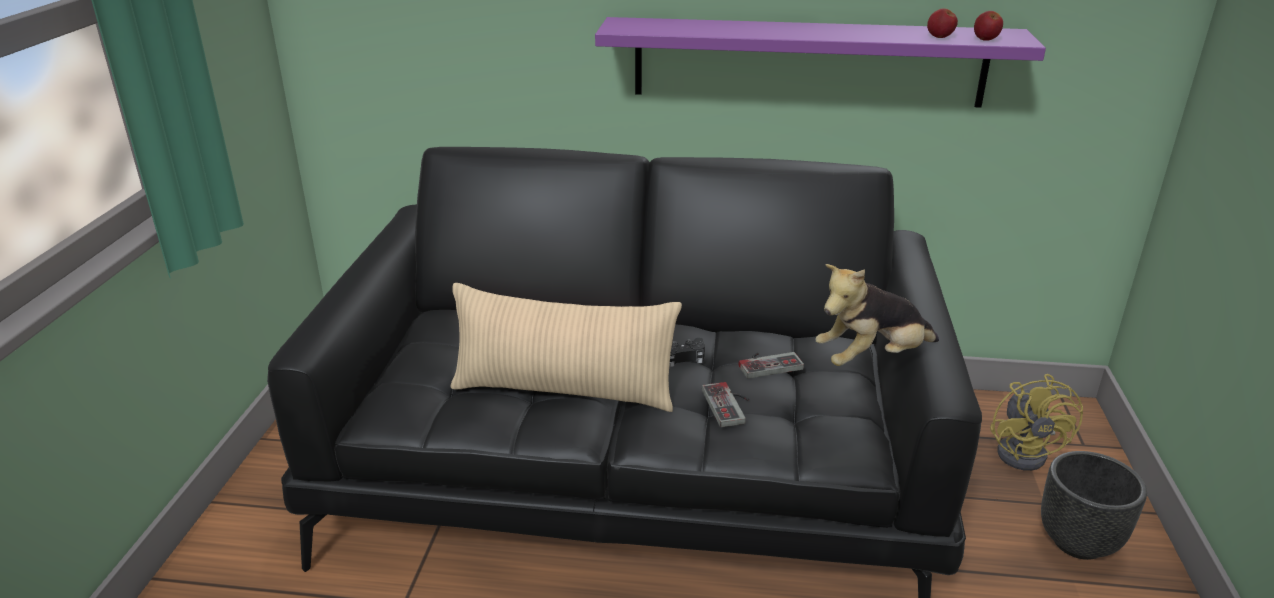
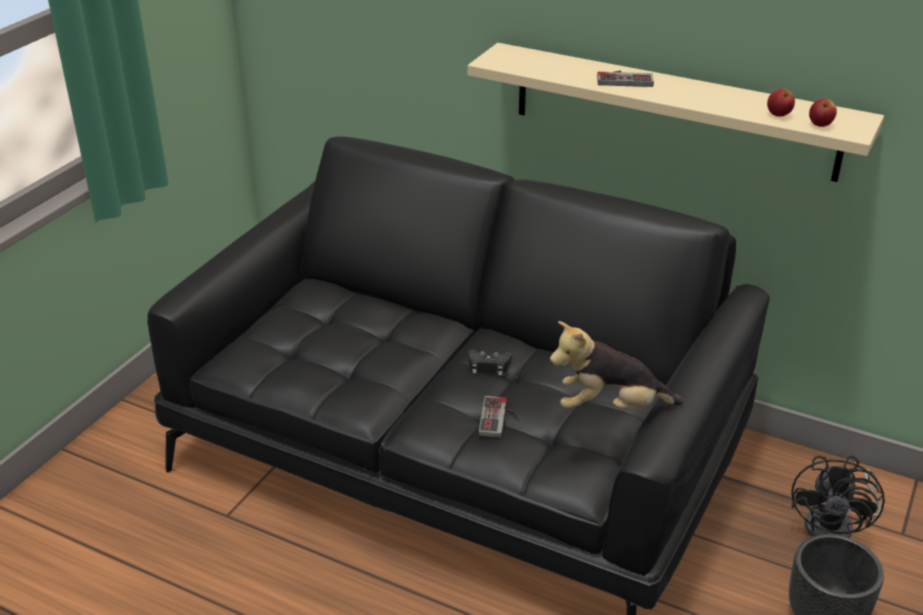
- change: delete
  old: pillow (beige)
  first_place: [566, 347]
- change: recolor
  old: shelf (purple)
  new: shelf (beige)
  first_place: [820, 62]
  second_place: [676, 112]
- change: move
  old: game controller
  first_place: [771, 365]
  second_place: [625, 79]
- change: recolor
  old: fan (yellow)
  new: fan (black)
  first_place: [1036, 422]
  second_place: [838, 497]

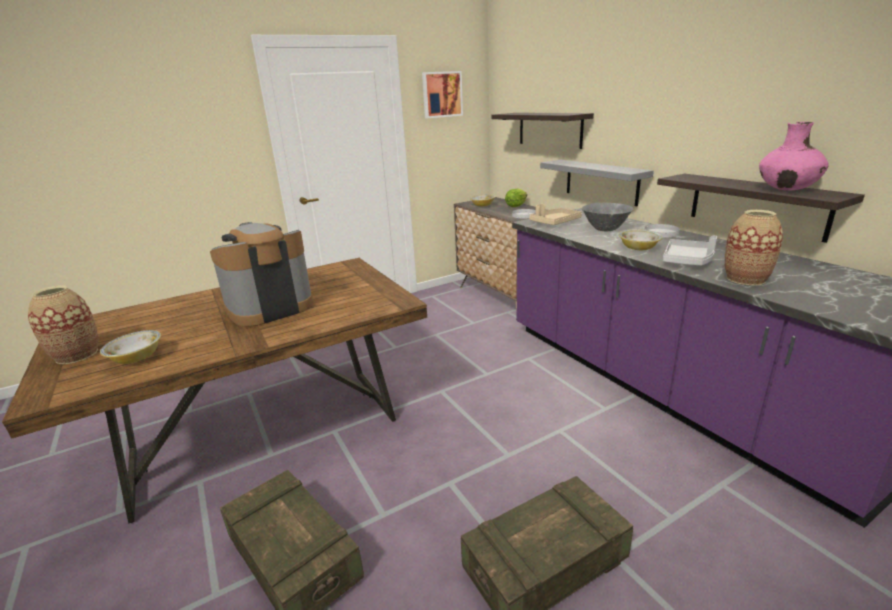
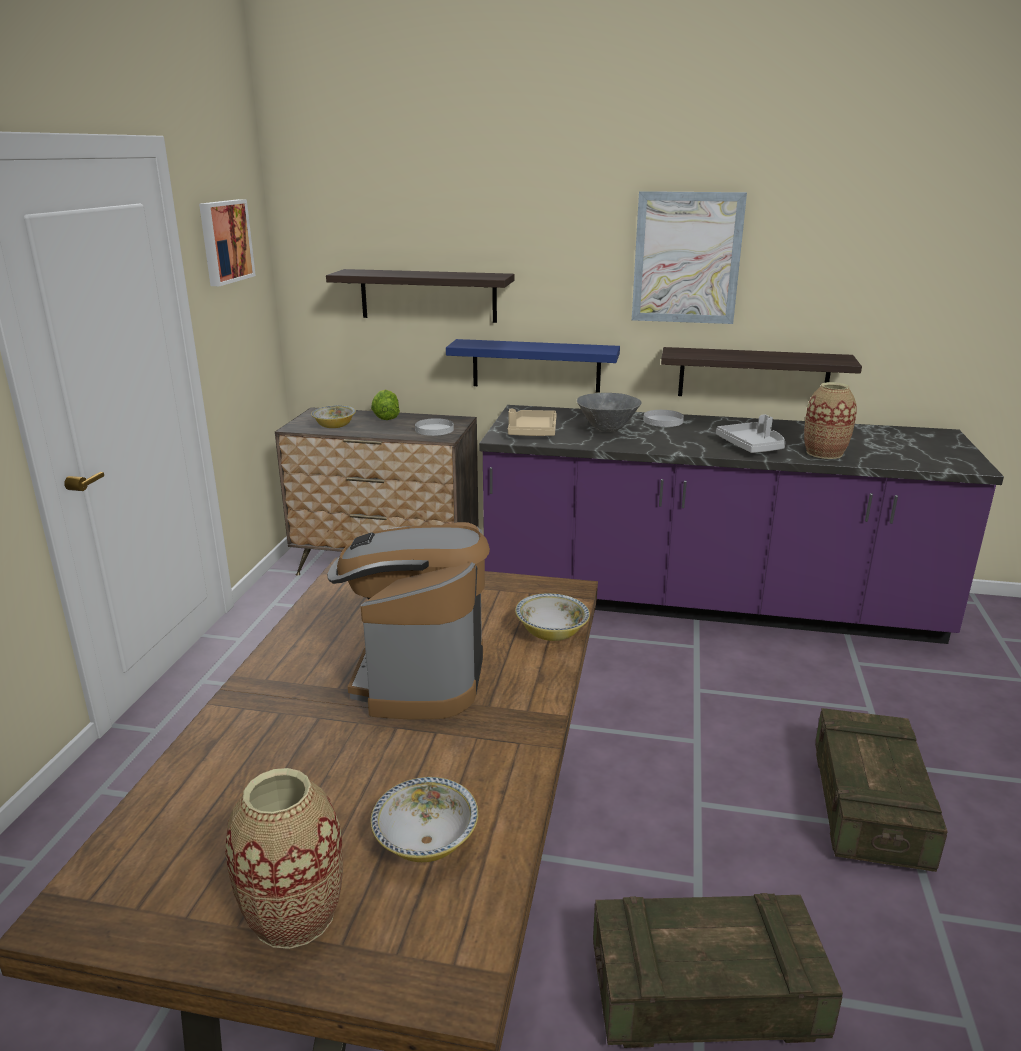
- change: recolor
  old: shelf (grey)
  new: shelf (blue)
  first_place: [597, 183]
  second_place: [533, 366]
- change: move
  old: bowl
  first_place: [640, 239]
  second_place: [552, 617]
- change: delete
  old: vase (pink)
  first_place: [794, 156]
- change: insert
  new: picture
  second_place: [689, 257]

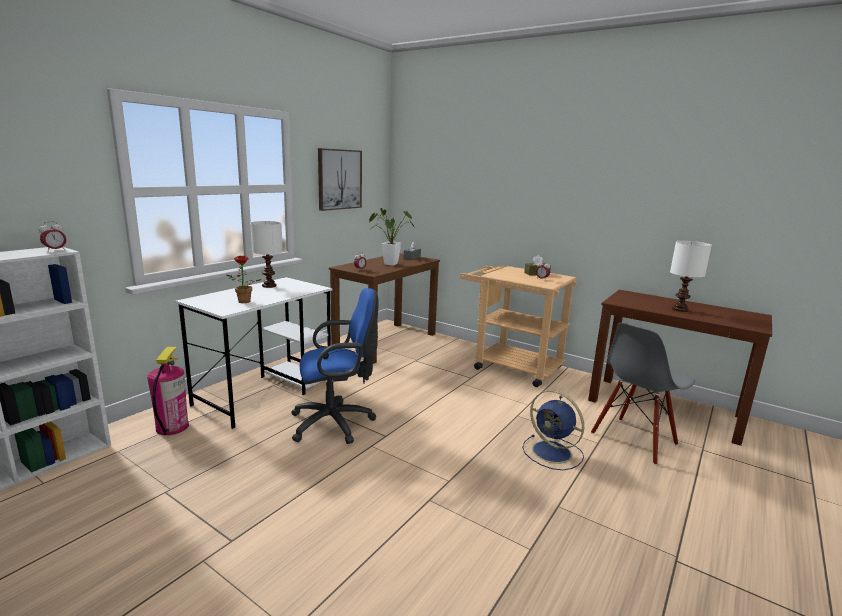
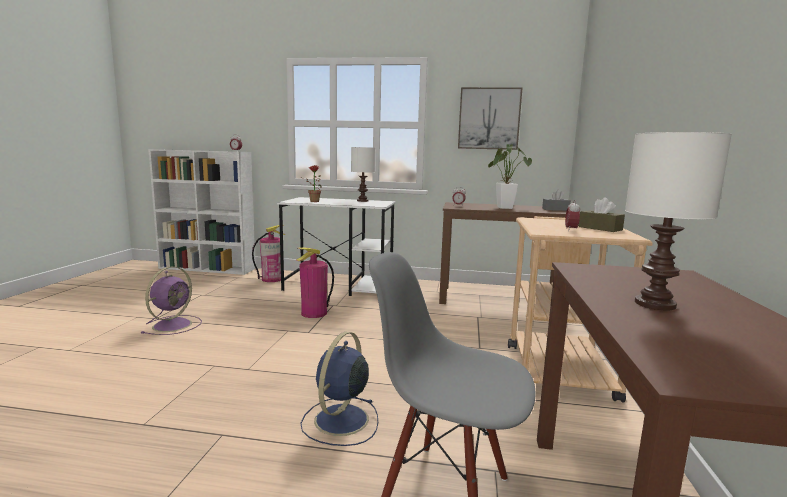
- change: replace
  old: office chair (blue)
  new: fire extinguisher
  first_place: [335, 366]
  second_place: [315, 282]
- change: insert
  new: fan (purple)
  second_place: [171, 301]

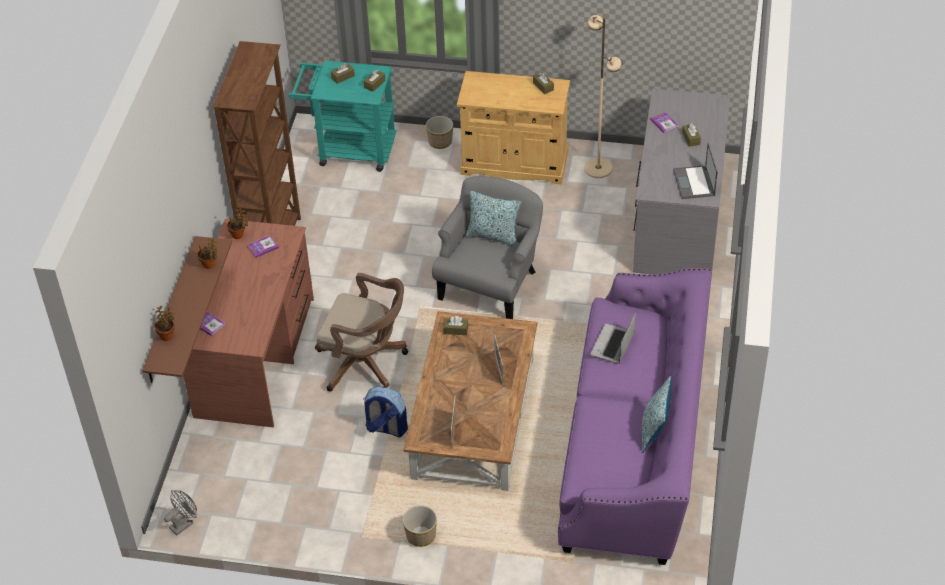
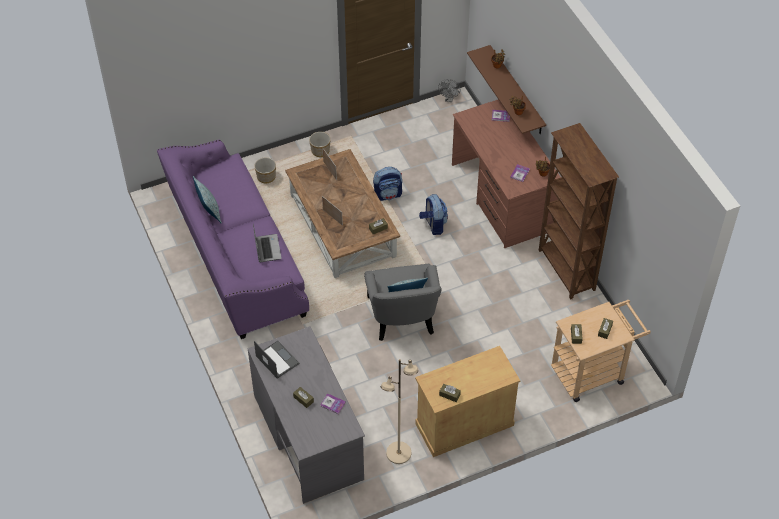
- change: recolor
  old: cart (turquoise)
  new: cart (beige)
  first_place: [342, 116]
  second_place: [601, 351]
- change: replace
  old: office chair (brown)
  new: backpack
  first_place: [361, 332]
  second_place: [433, 214]
- change: move
  old: planter
  first_place: [439, 132]
  second_place: [265, 170]

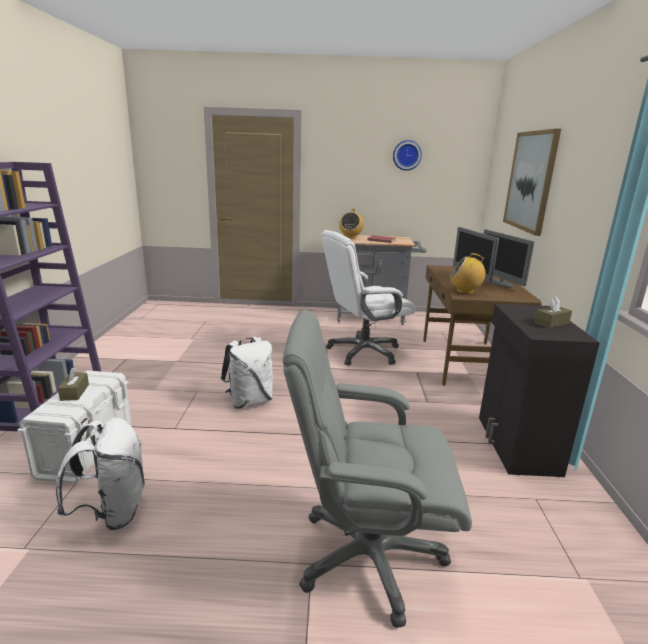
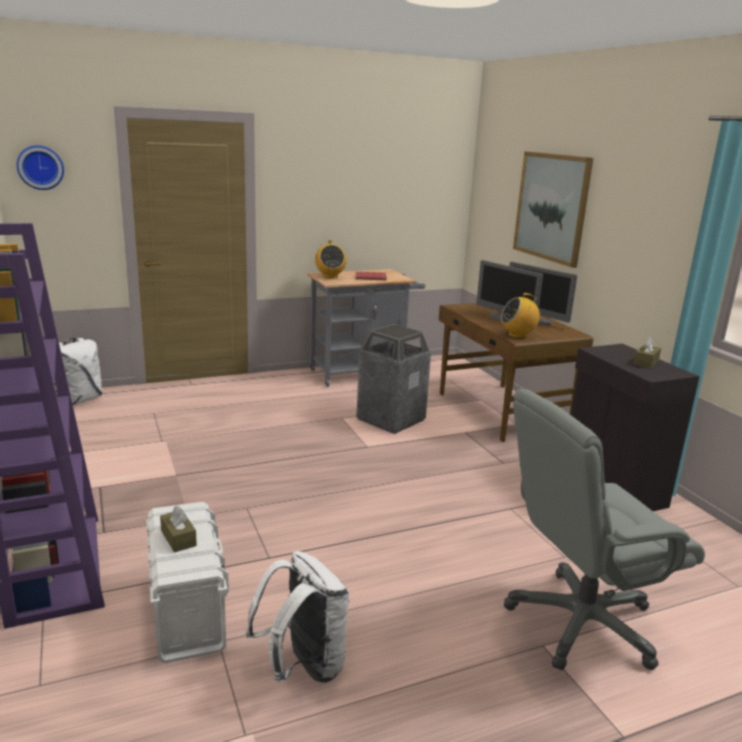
- change: move
  old: backpack (white)
  first_place: [247, 373]
  second_place: [79, 371]
- change: replace
  old: office chair (white)
  new: trash can
  first_place: [368, 298]
  second_place: [393, 379]
- change: move
  old: wall clock
  first_place: [407, 155]
  second_place: [40, 167]

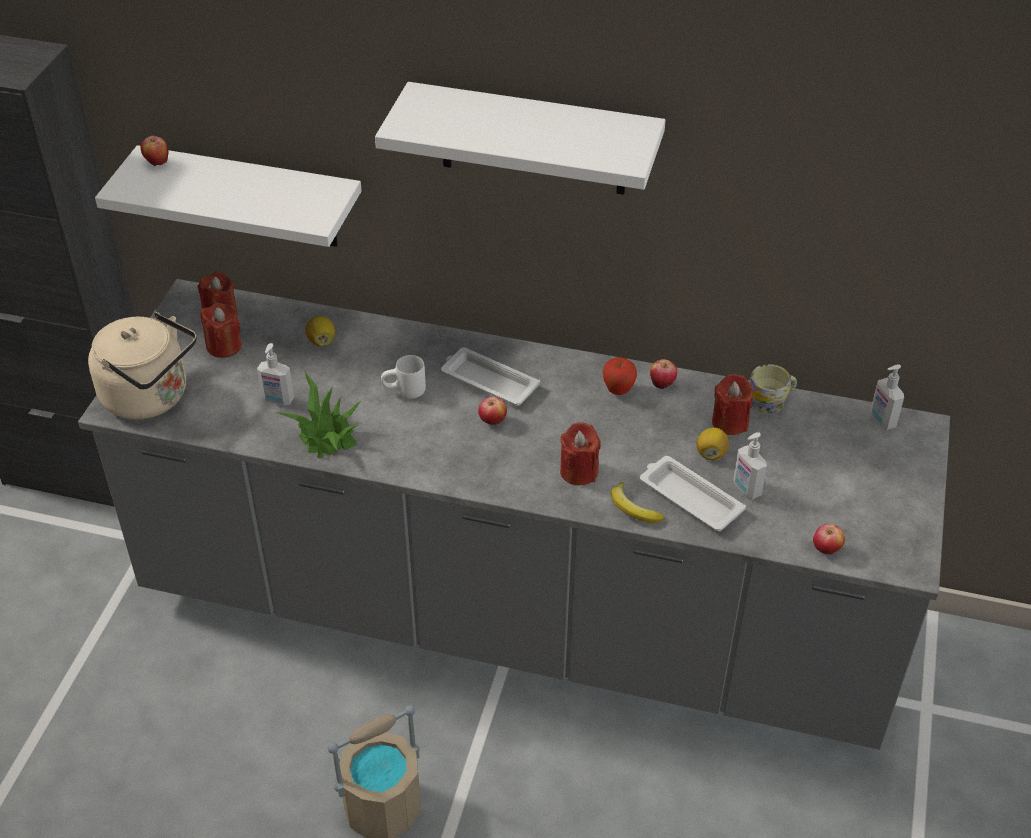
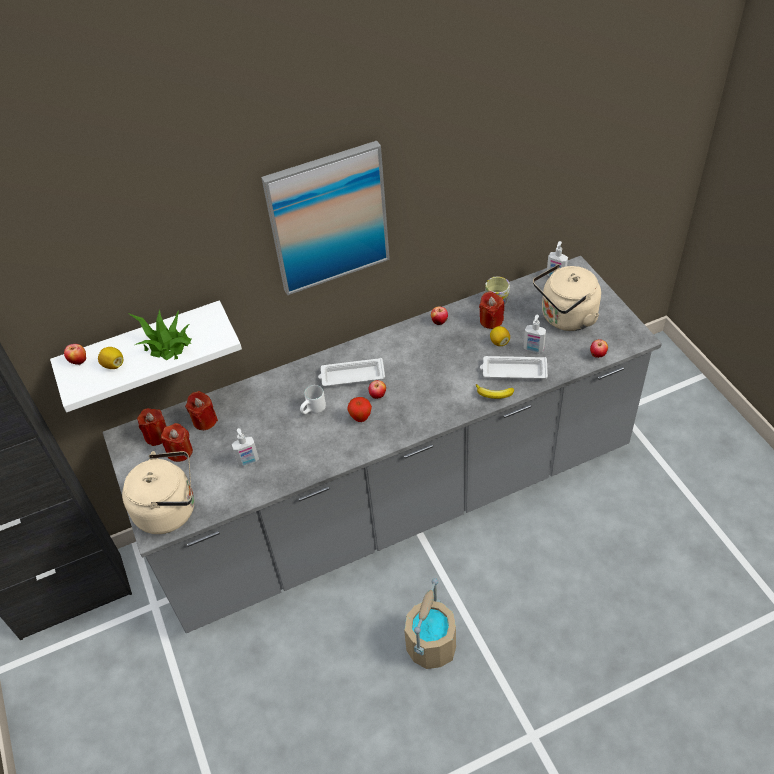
- change: move
  old: potted plant
  first_place: [318, 415]
  second_place: [160, 335]
- change: move
  old: lemon
  first_place: [320, 331]
  second_place: [110, 358]
- change: replace
  old: shelf (white)
  new: picture
  first_place: [520, 138]
  second_place: [325, 218]
- change: move
  old: candle (red)
  first_place: [580, 454]
  second_place: [201, 410]
- change: move
  old: apple
  first_place: [620, 376]
  second_place: [359, 409]
- change: insert
  new: kettle (beige)
  second_place: [567, 297]

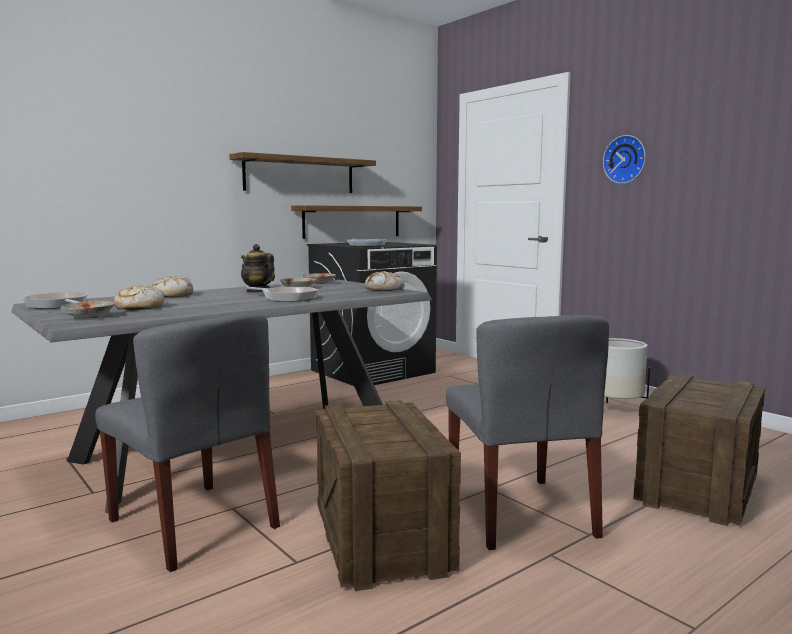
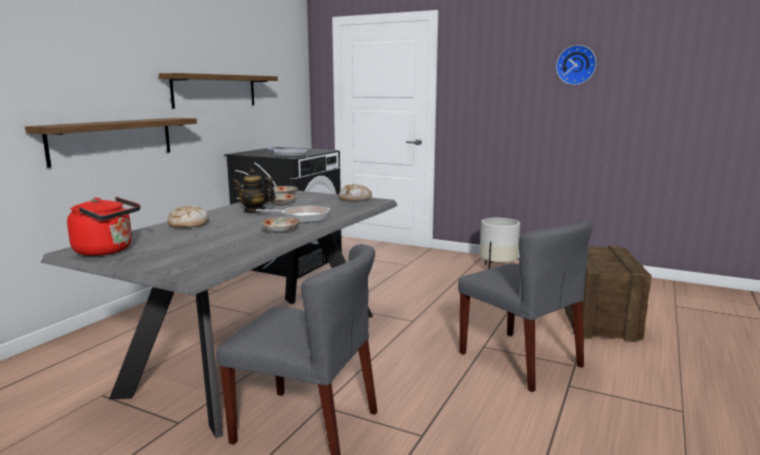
- change: replace
  old: frying pan
  new: kettle (red)
  first_place: [55, 300]
  second_place: [103, 226]
- change: move
  old: plate
  first_place: [87, 310]
  second_place: [280, 225]
- change: delete
  old: bread
  first_place: [138, 297]
- change: move
  old: shelf
  first_place: [356, 222]
  second_place: [111, 143]
- change: delete
  old: crate
  first_place: [388, 495]
- change: move
  old: wall clock
  first_place: [624, 159]
  second_place: [576, 65]

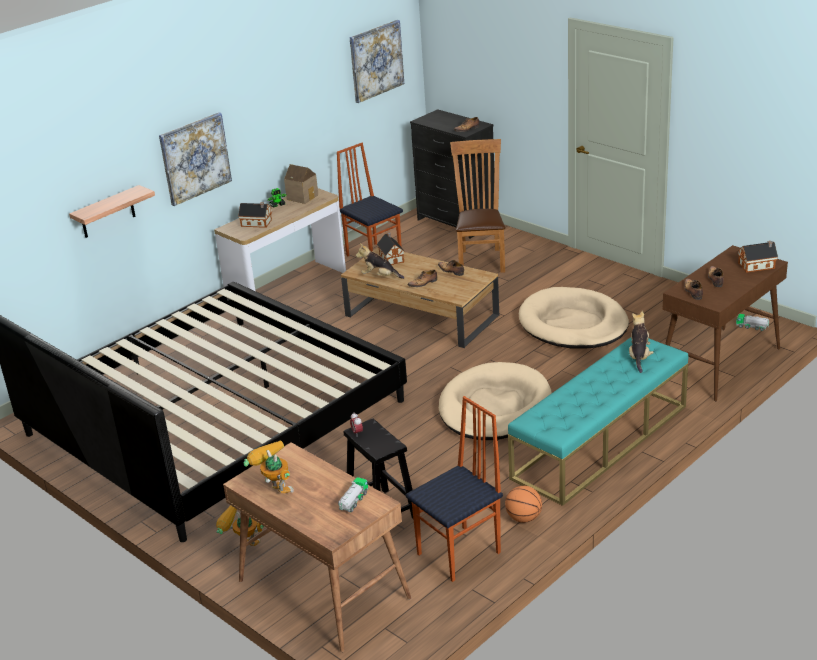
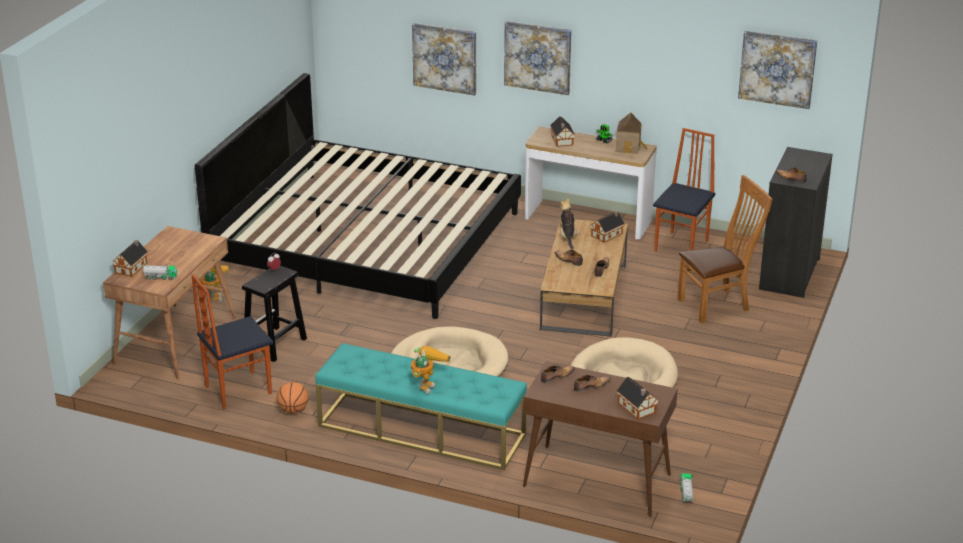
- change: replace
  old: shelf
  new: picture
  first_place: [112, 211]
  second_place: [444, 59]
- change: move
  old: toy robot
  first_place: [268, 466]
  second_place: [431, 370]
- change: rotate
  old: chair
  first_place: [454, 489]
  second_place: [232, 341]
  degrees: 120
- change: delete
  old: plush toy
  first_place: [641, 342]
- change: insert
  new: toy house
  second_place: [130, 258]

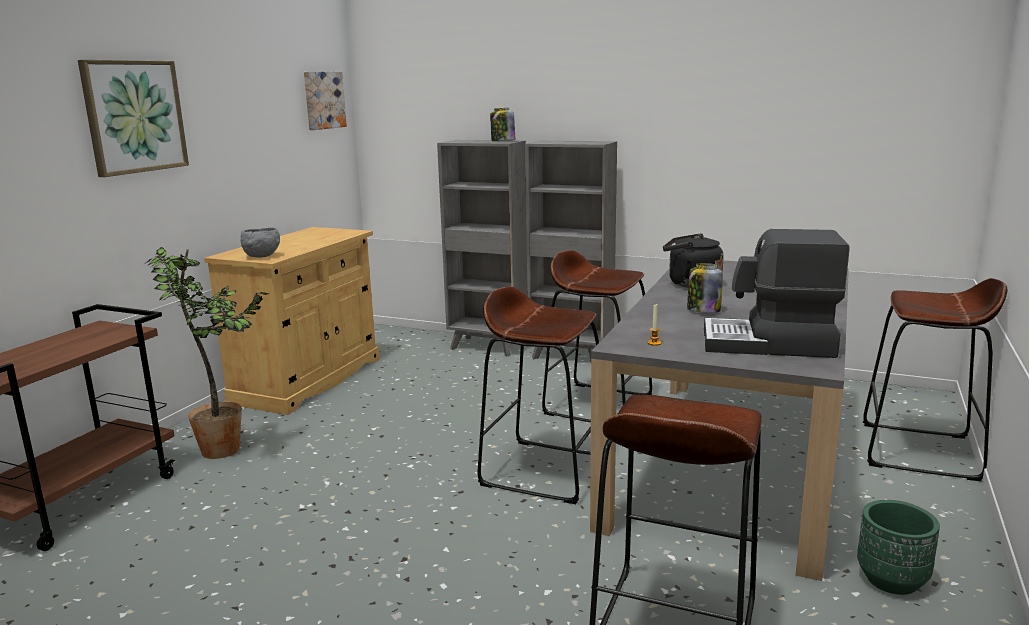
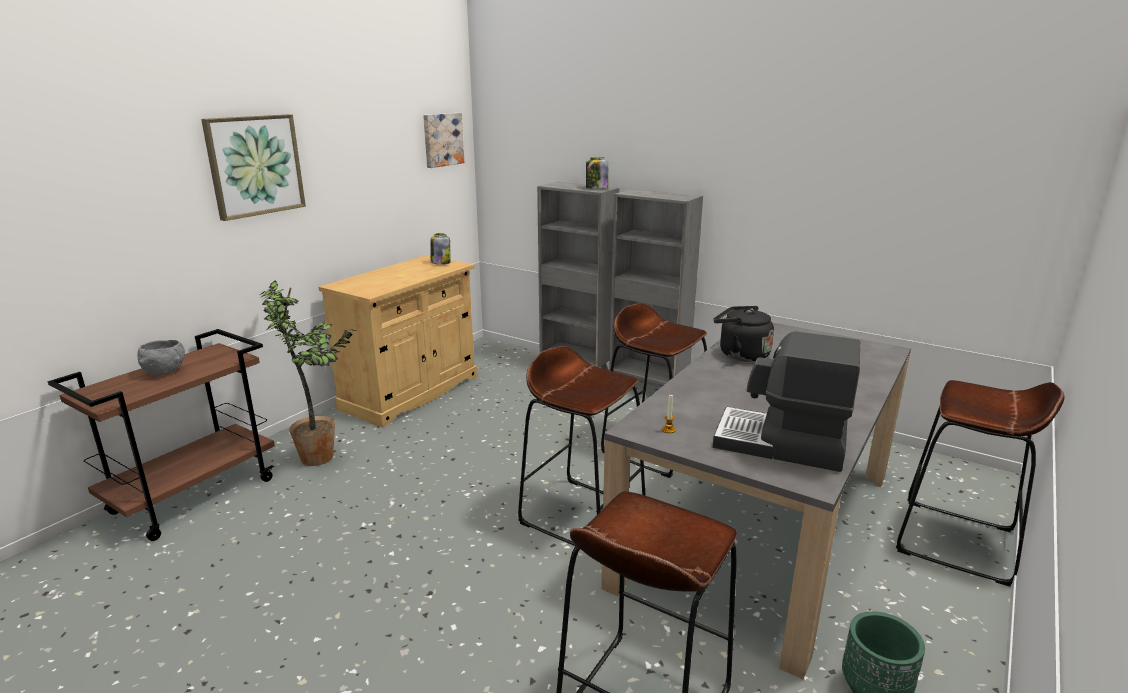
- change: move
  old: bowl (grey)
  first_place: [260, 243]
  second_place: [161, 357]
- change: move
  old: jar
  first_place: [705, 288]
  second_place: [440, 249]

